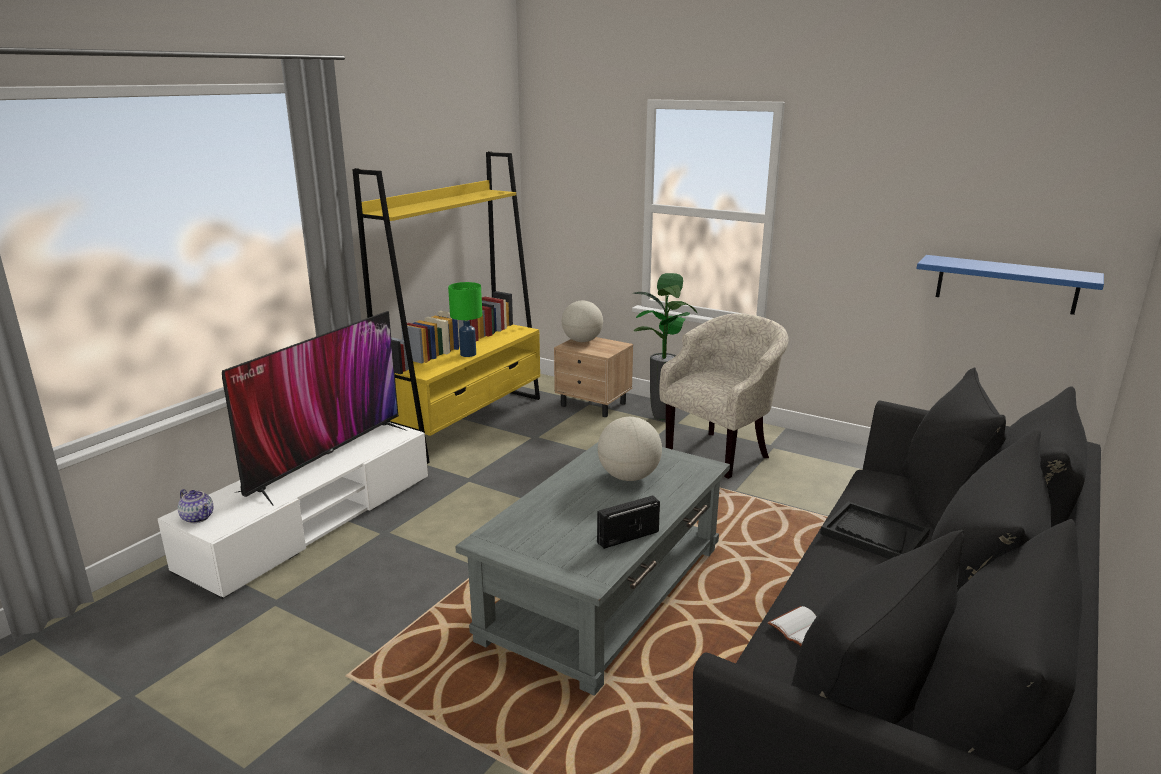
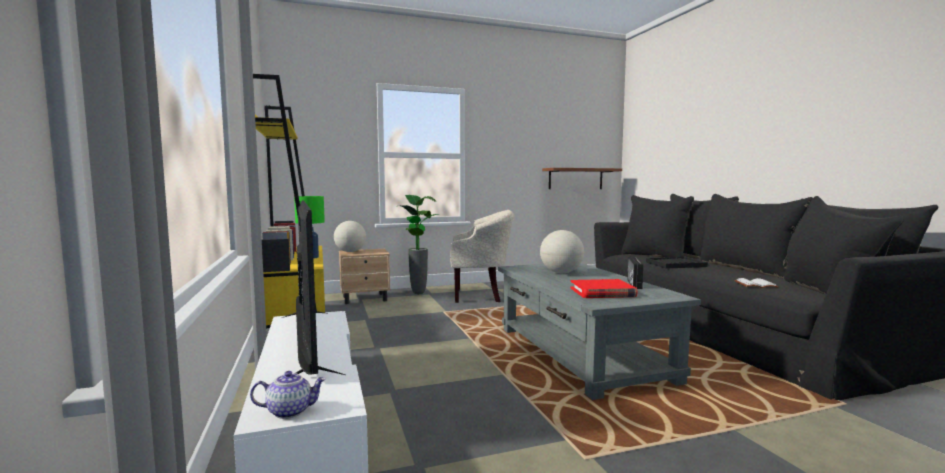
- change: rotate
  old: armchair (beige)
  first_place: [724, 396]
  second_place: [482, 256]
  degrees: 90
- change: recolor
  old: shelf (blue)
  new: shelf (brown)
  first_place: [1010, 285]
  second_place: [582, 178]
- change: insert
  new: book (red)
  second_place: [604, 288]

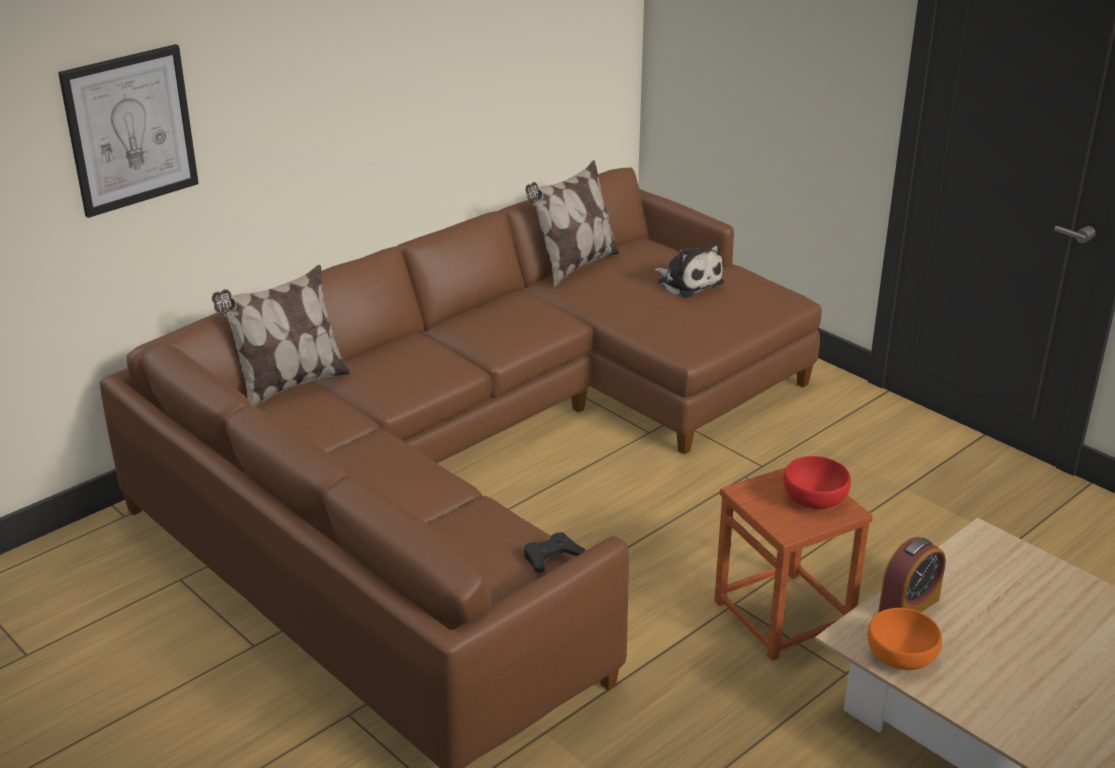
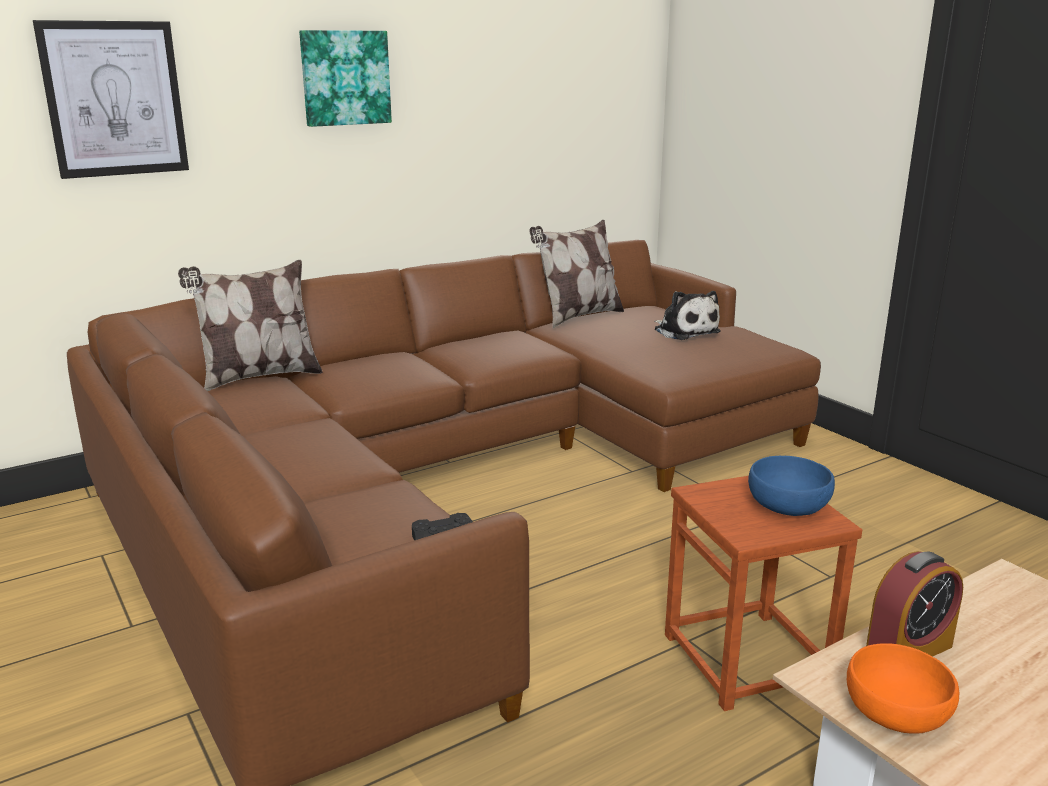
- change: recolor
  old: bowl (red)
  new: bowl (blue)
  first_place: [817, 482]
  second_place: [791, 486]
- change: insert
  new: picture
  second_place: [345, 78]

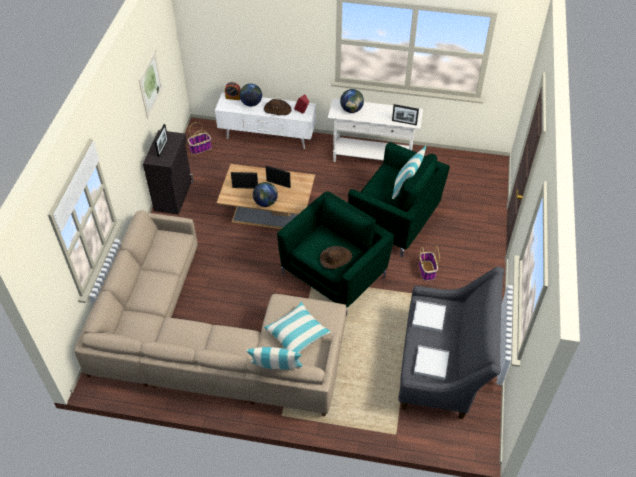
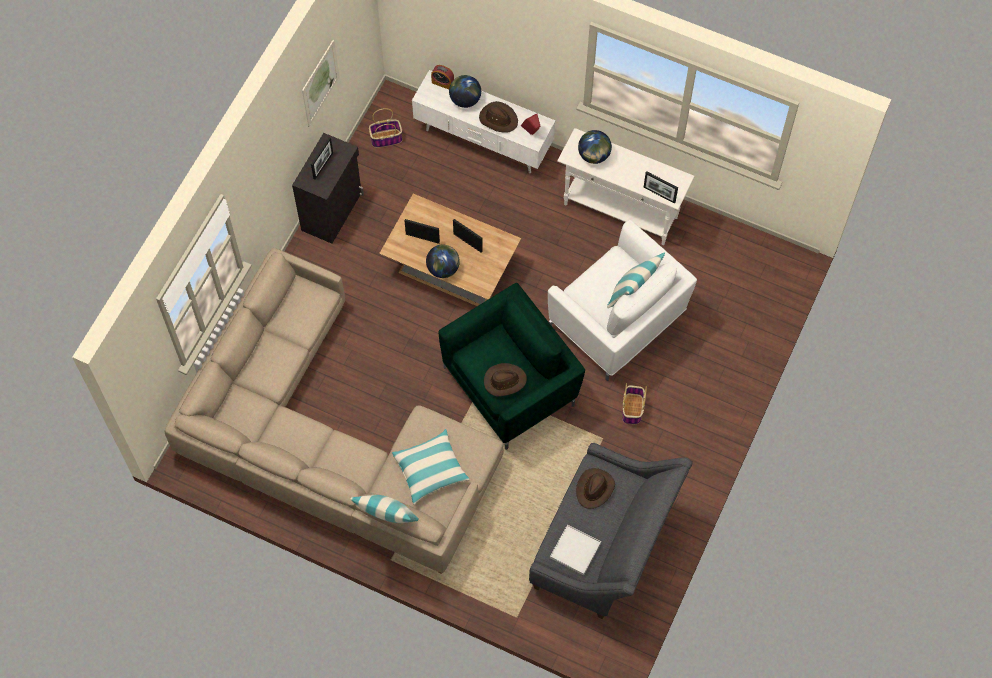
- change: recolor
  old: armchair (green)
  new: armchair (white)
  first_place: [399, 199]
  second_place: [622, 300]
- change: replace
  old: tray (white)
  new: hat (brown)
  first_place: [429, 316]
  second_place: [595, 488]

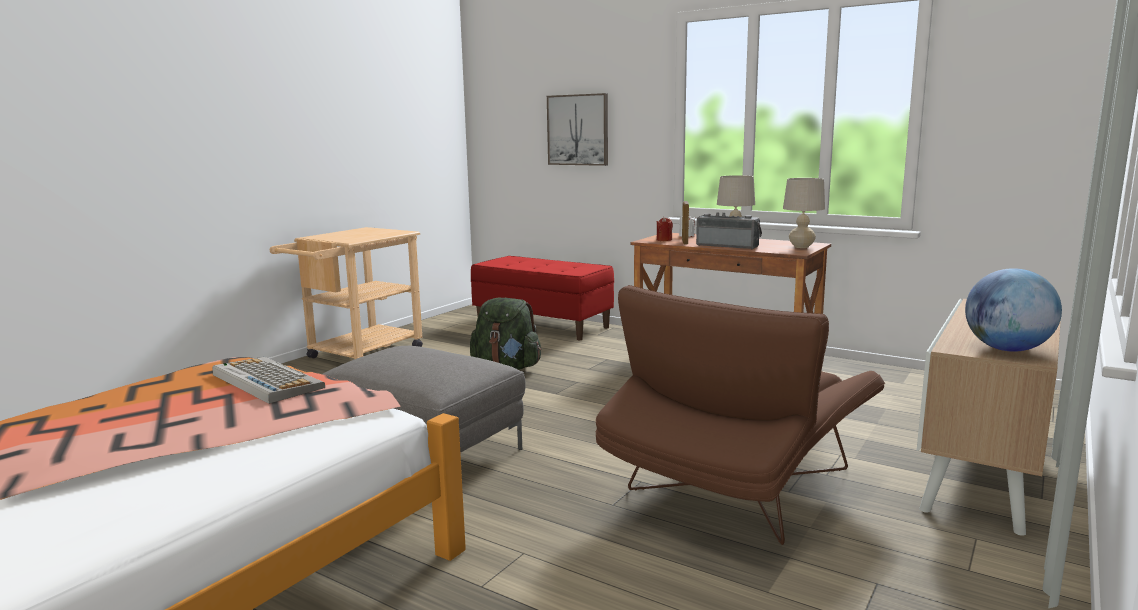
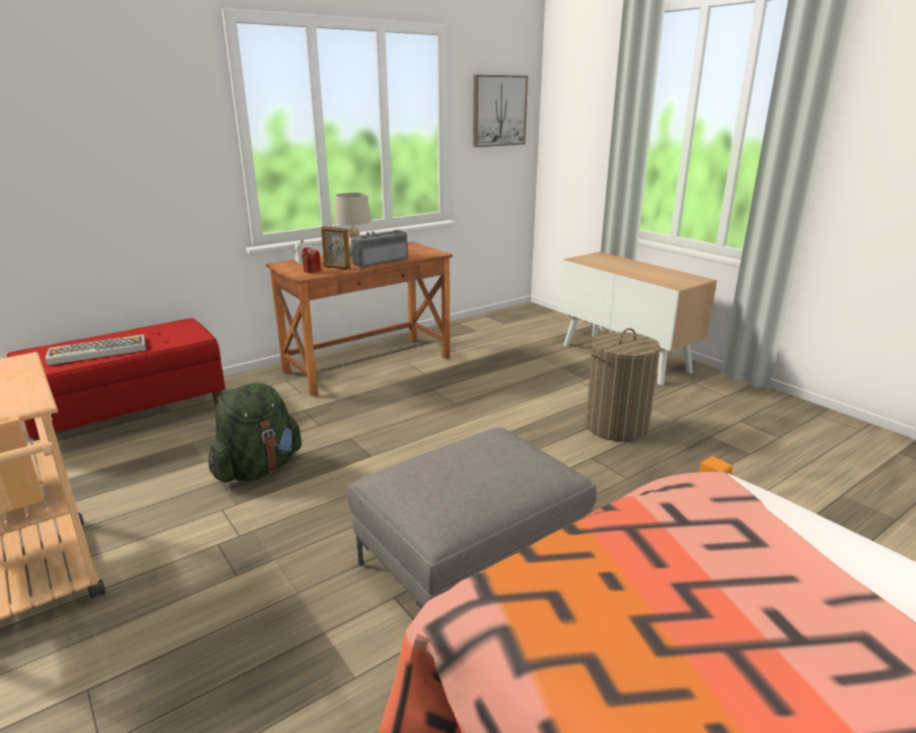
- change: move
  old: keyboard
  first_place: [268, 380]
  second_place: [95, 349]
- change: move
  old: picture
  first_place: [577, 129]
  second_place: [500, 111]
- change: replace
  old: armchair (brown)
  new: laundry basket
  first_place: [740, 415]
  second_place: [623, 385]
- change: delete
  old: table lamp (beige)
  first_place: [804, 213]
- change: delete
  old: globe
  first_place: [1013, 310]

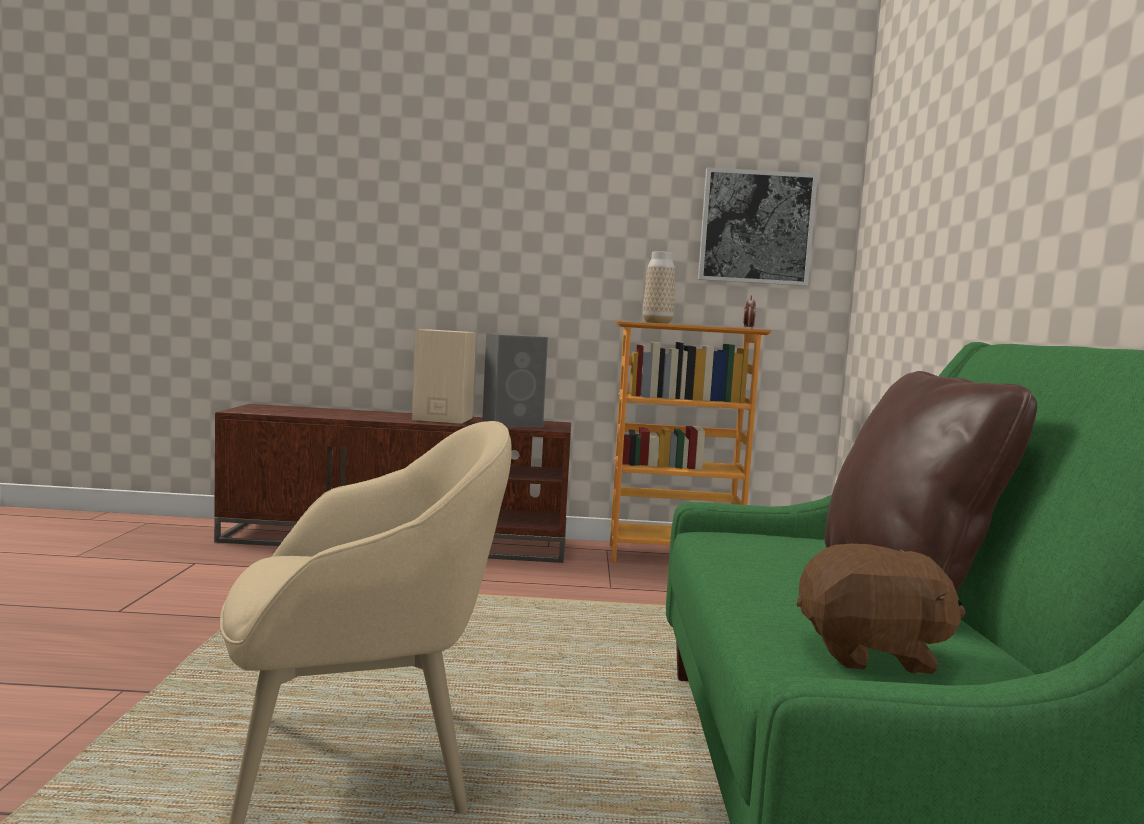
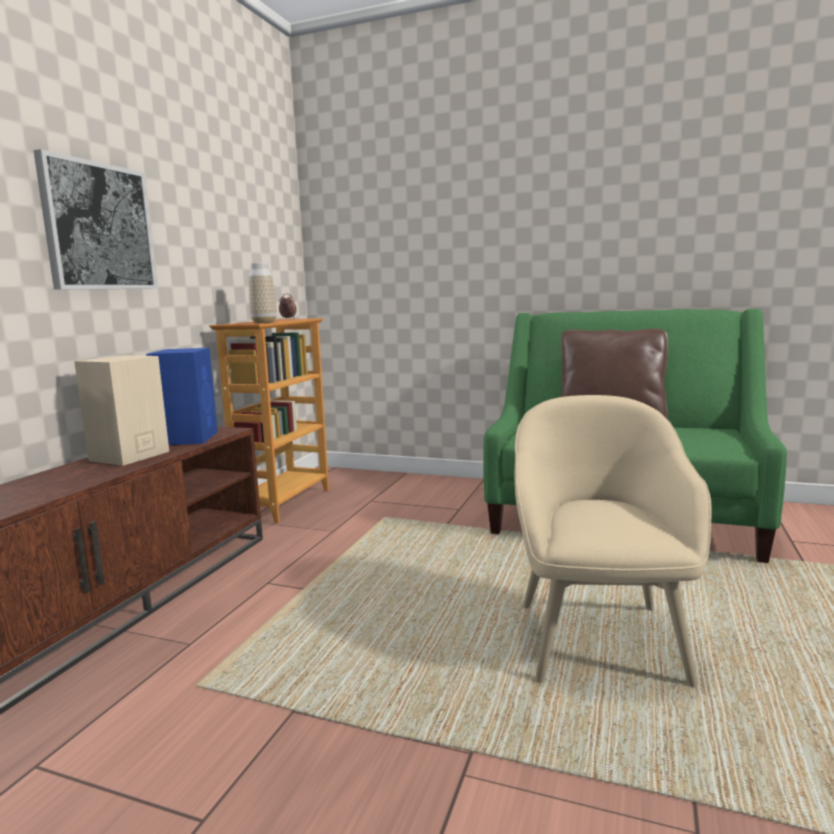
- change: recolor
  old: speaker (grey)
  new: speaker (blue)
  first_place: [515, 380]
  second_place: [182, 396]
- change: move
  old: picture
  first_place: [758, 226]
  second_place: [95, 219]
- change: delete
  old: plush toy (brown)
  first_place: [881, 609]

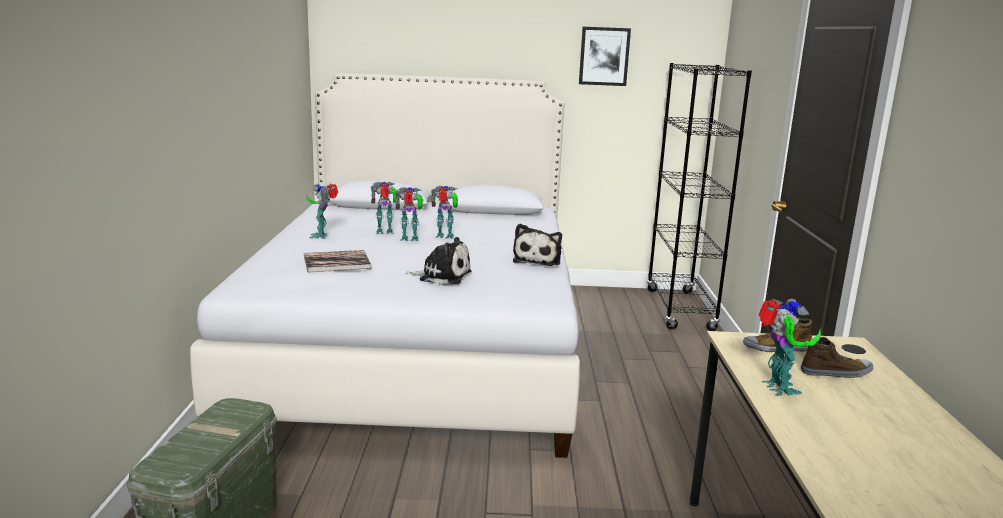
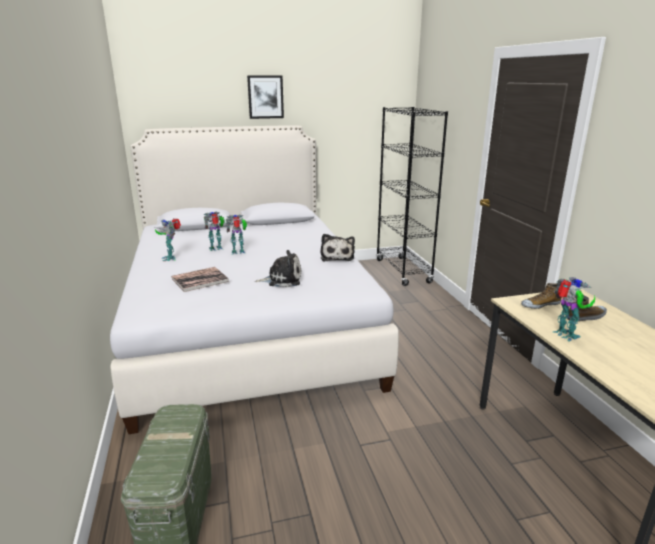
- change: delete
  old: toy robot
  first_place: [444, 212]
- change: move
  old: picture
  first_place: [605, 56]
  second_place: [265, 97]

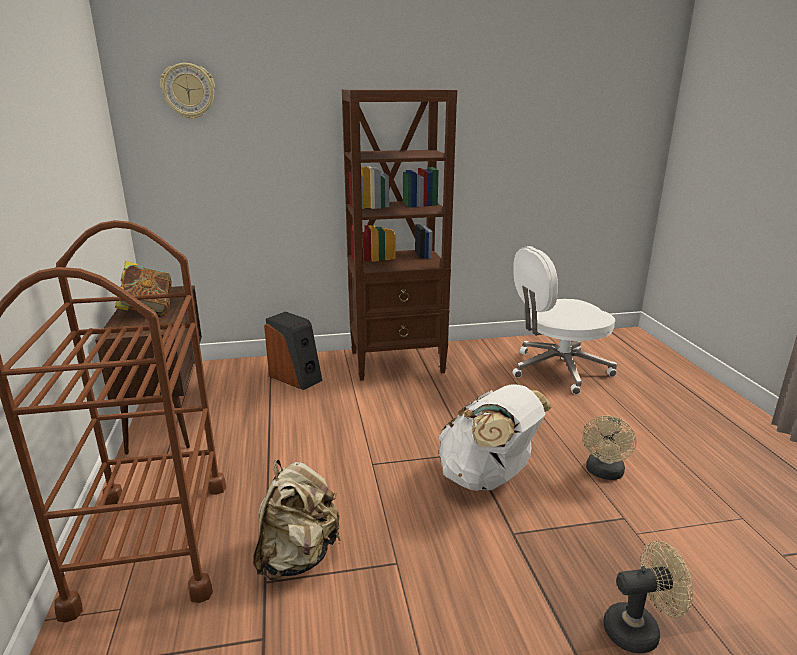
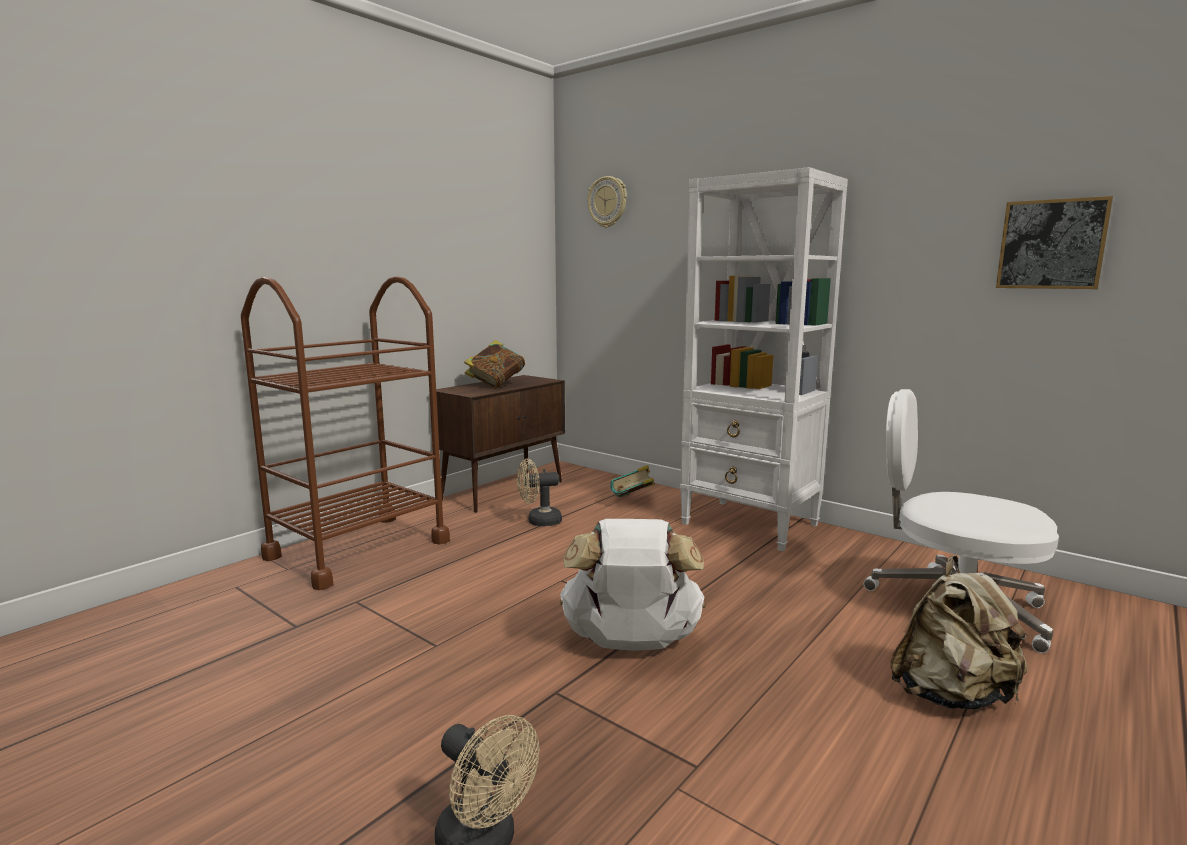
- change: move
  old: backpack (beige)
  first_place: [297, 520]
  second_place: [959, 632]
- change: replace
  old: speaker
  new: book
  first_place: [293, 351]
  second_place: [632, 481]
- change: recolor
  old: bookcase (brown)
  new: bookcase (white)
  first_place: [399, 235]
  second_place: [764, 359]
- change: move
  old: fan (beige)
  first_place: [609, 447]
  second_place: [539, 492]
- change: insert
  new: picture
  second_place: [1054, 242]

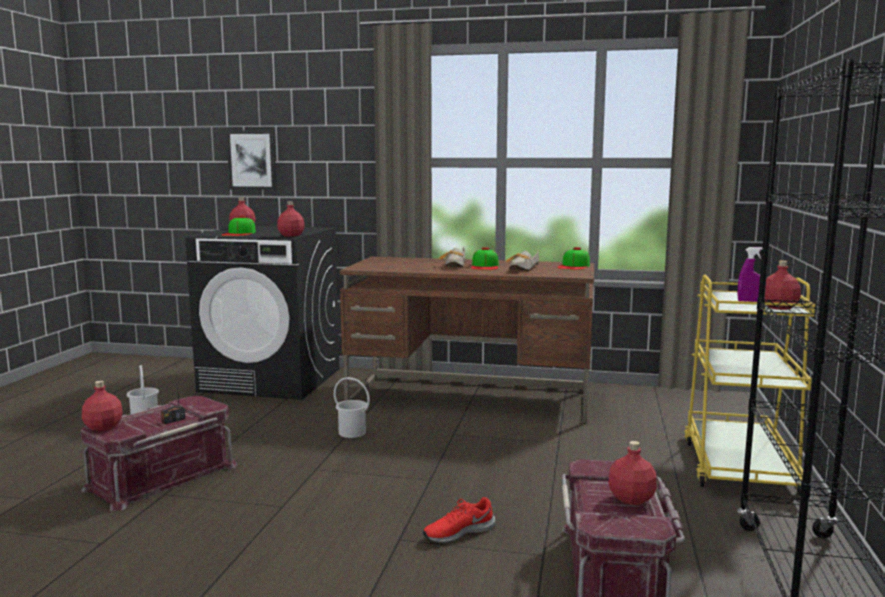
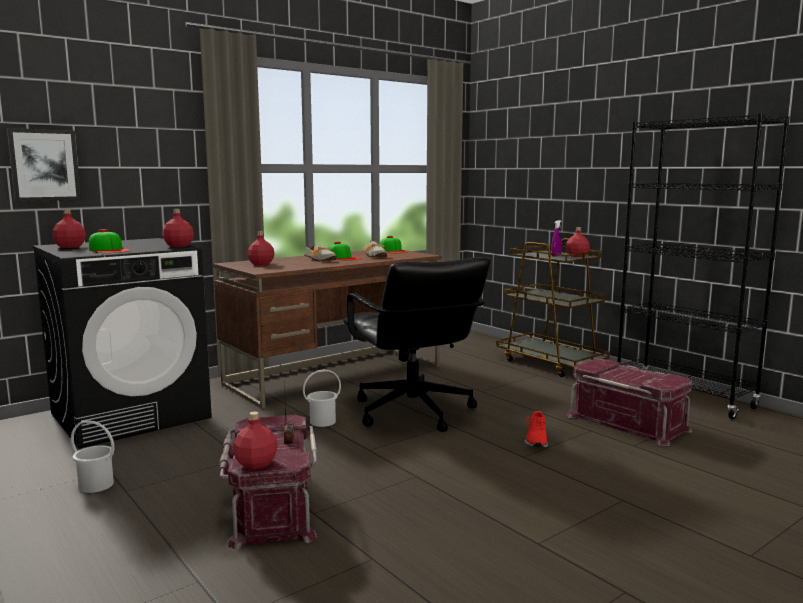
- change: move
  old: bottle (red)
  first_place: [633, 473]
  second_place: [261, 248]
- change: recolor
  old: cart (yellow)
  new: cart (brown)
  first_place: [749, 385]
  second_place: [553, 307]
- change: insert
  new: office chair (black)
  second_place: [417, 344]

